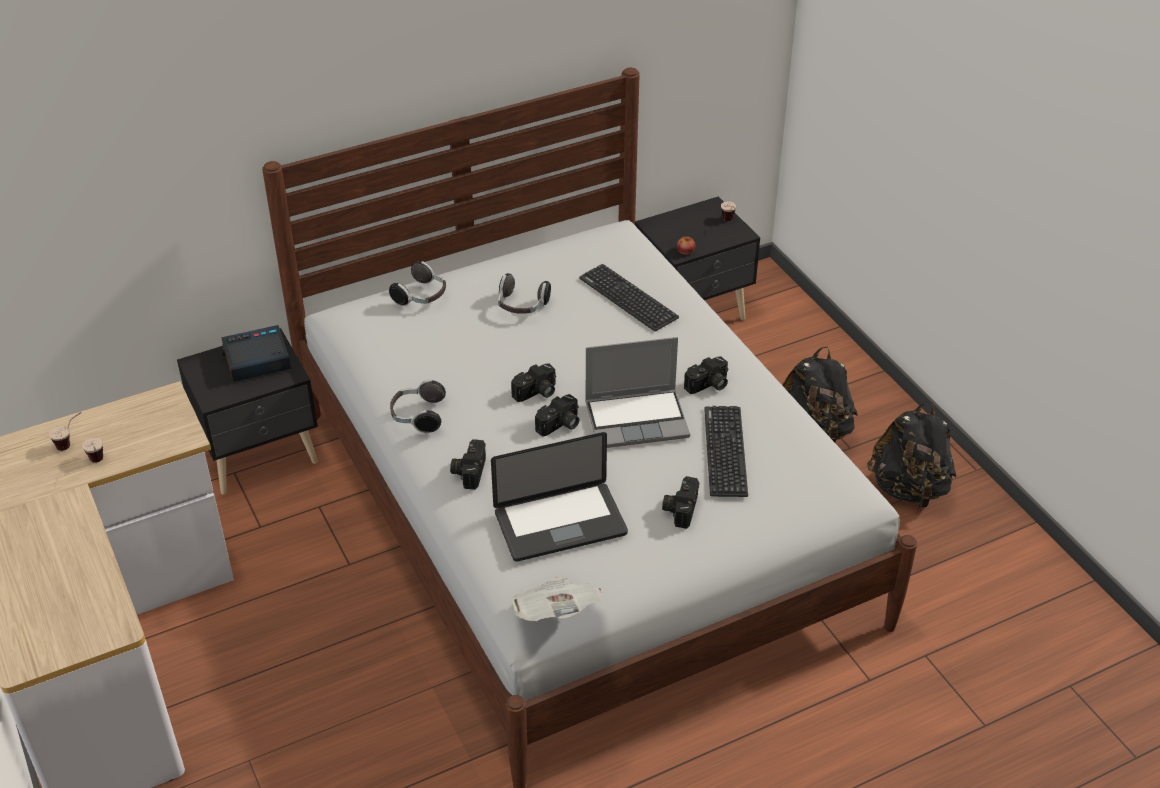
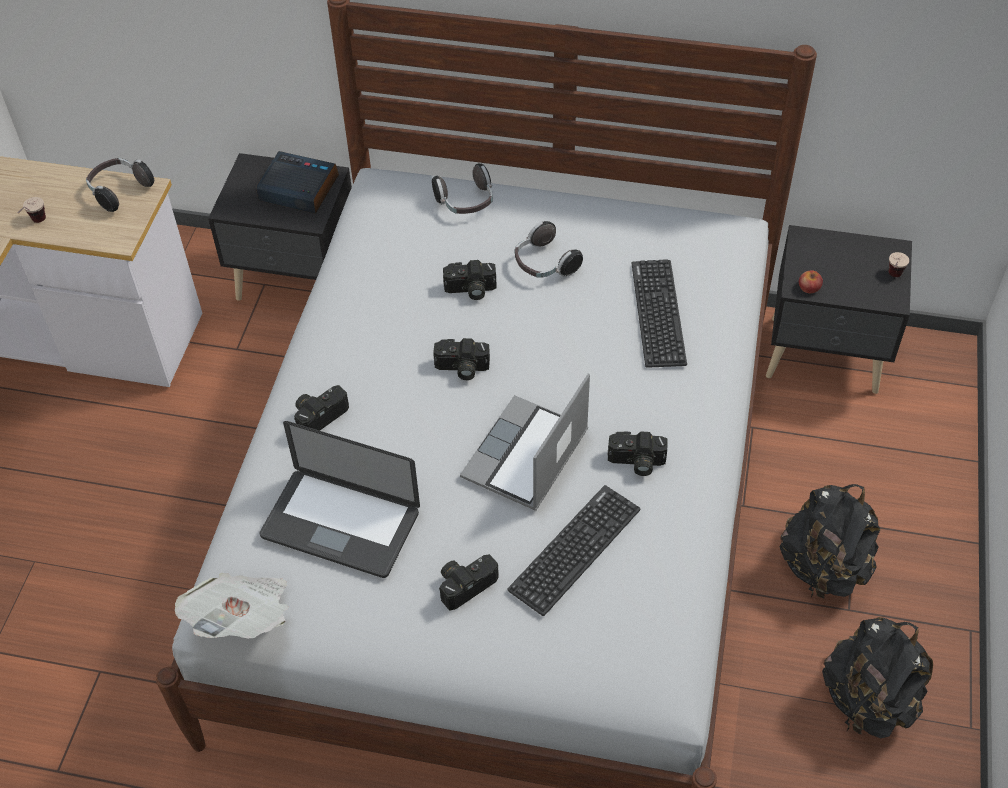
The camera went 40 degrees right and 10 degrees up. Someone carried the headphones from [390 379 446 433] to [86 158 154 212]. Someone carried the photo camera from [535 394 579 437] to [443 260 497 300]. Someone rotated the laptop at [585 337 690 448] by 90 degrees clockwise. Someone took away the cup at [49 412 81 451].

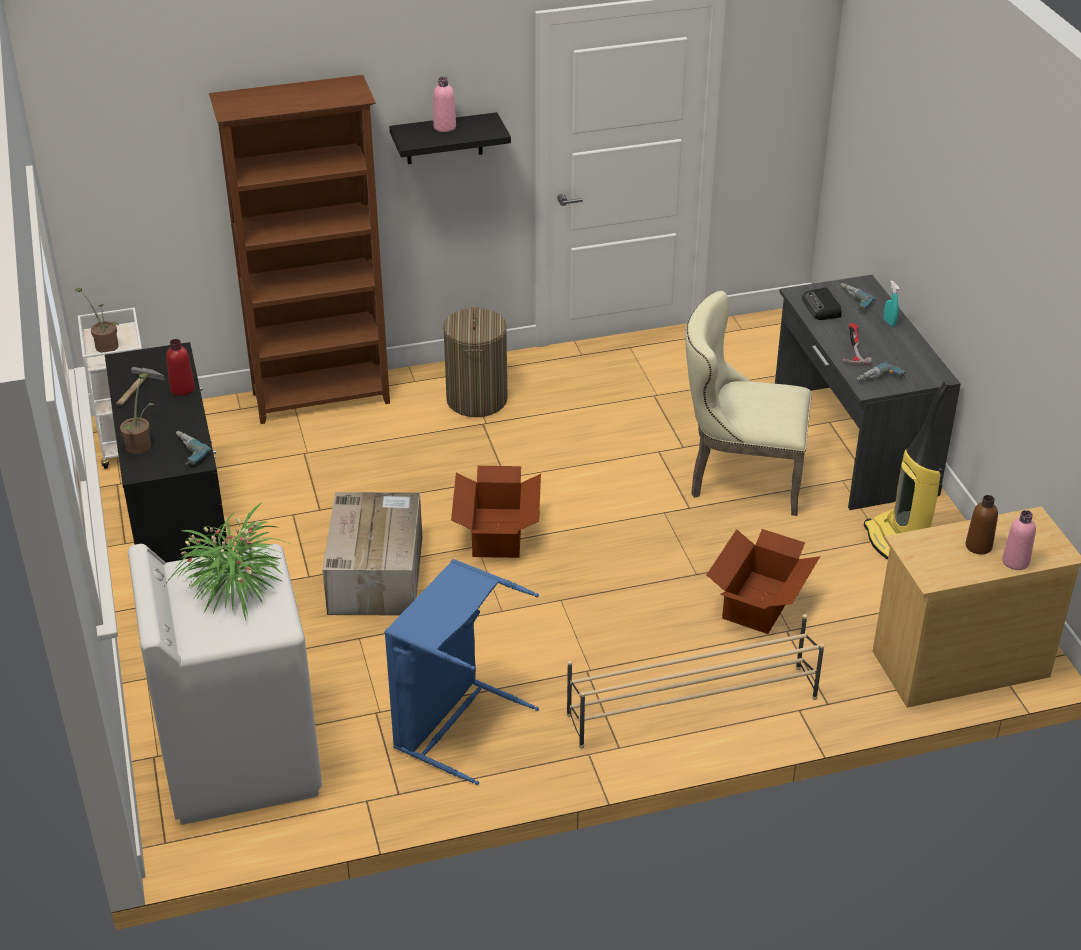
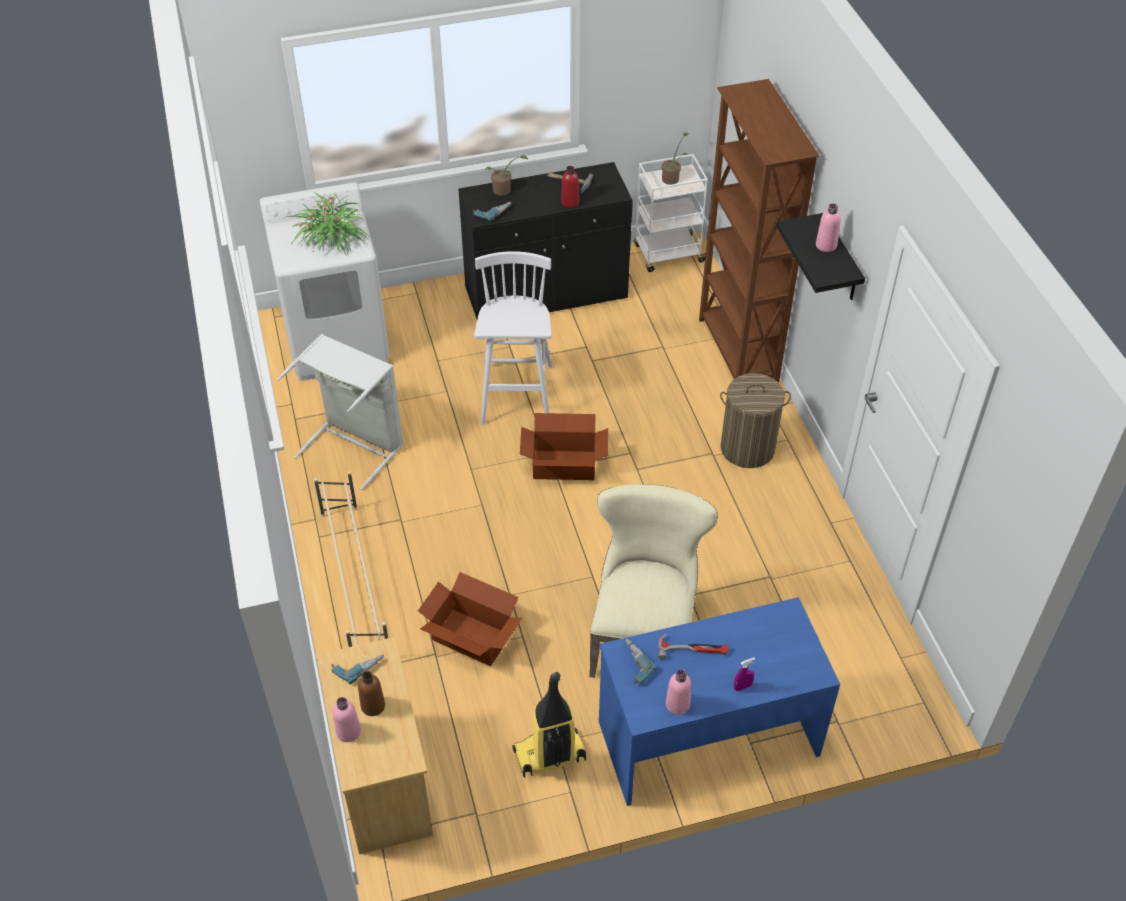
The camera went 90 degrees right and 10 degrees up. Someone repainted the blue laundry basket at [384 559 539 785], which became the grey laundry basket at [277 334 403 490]. Someone carried the power drill from [840 283 876 310] to [332 654 384 684]. Someone swapped the cardboard box at [322 492 422 615] for the white stool at [474 251 552 425]. Someone repainted the grey desk at [775 275 961 510], which became the blue desk at [599 597 840 806]. Someone put down the pink bottle at [666 670 691 715]. Someone repainted the turquoise spray bottle at [884 280 899 327], which became the purple spray bottle at [734 657 755 691]. Someone took away the radio at [802 287 841 320].

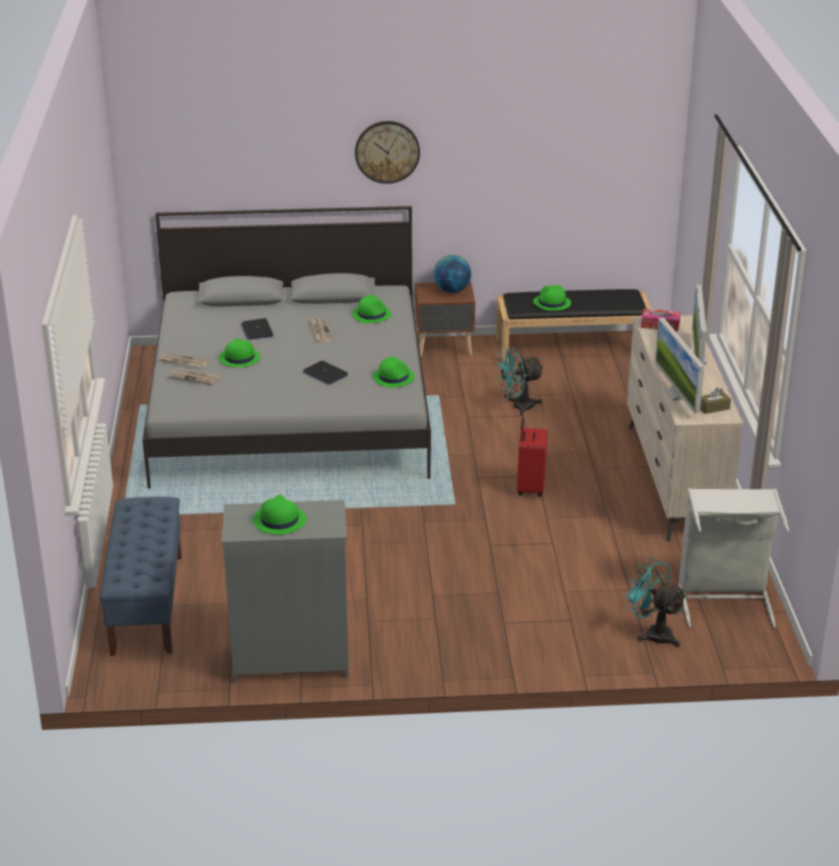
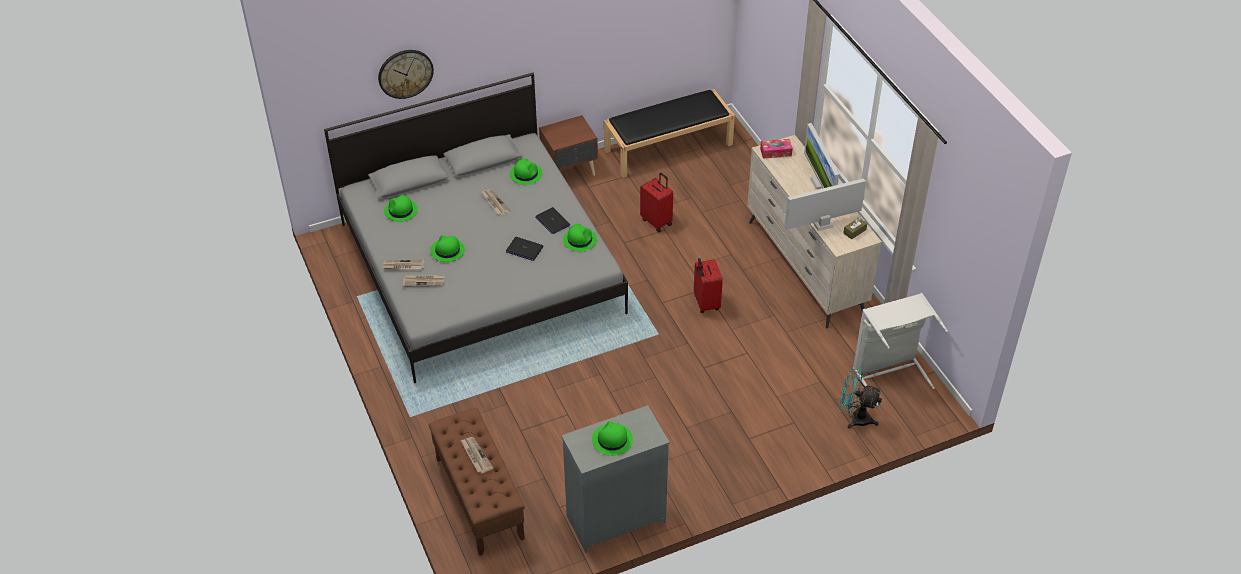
The camera went 20 degrees left and 15 degrees up. Someone carried the wall clock from [355 121 420 184] to [378 50 434 99]. Someone carried the green hat from [533 285 571 311] to [384 195 418 222]. Someone repainted the blue bench at [100 497 182 656], which became the brown bench at [429 408 525 556]. Someone put down the newspaper at [461 437 493 474]. Someone carried the laptop from [241 318 273 340] to [535 207 570 234]. Someone swapped the turquoise fan at [495 348 544 416] for the red suitcase at [640 172 673 232]. Someone rotated the monitor at [655 317 705 413] by 105 degrees clockwise. Someone took away the globe at [433 255 471 293].

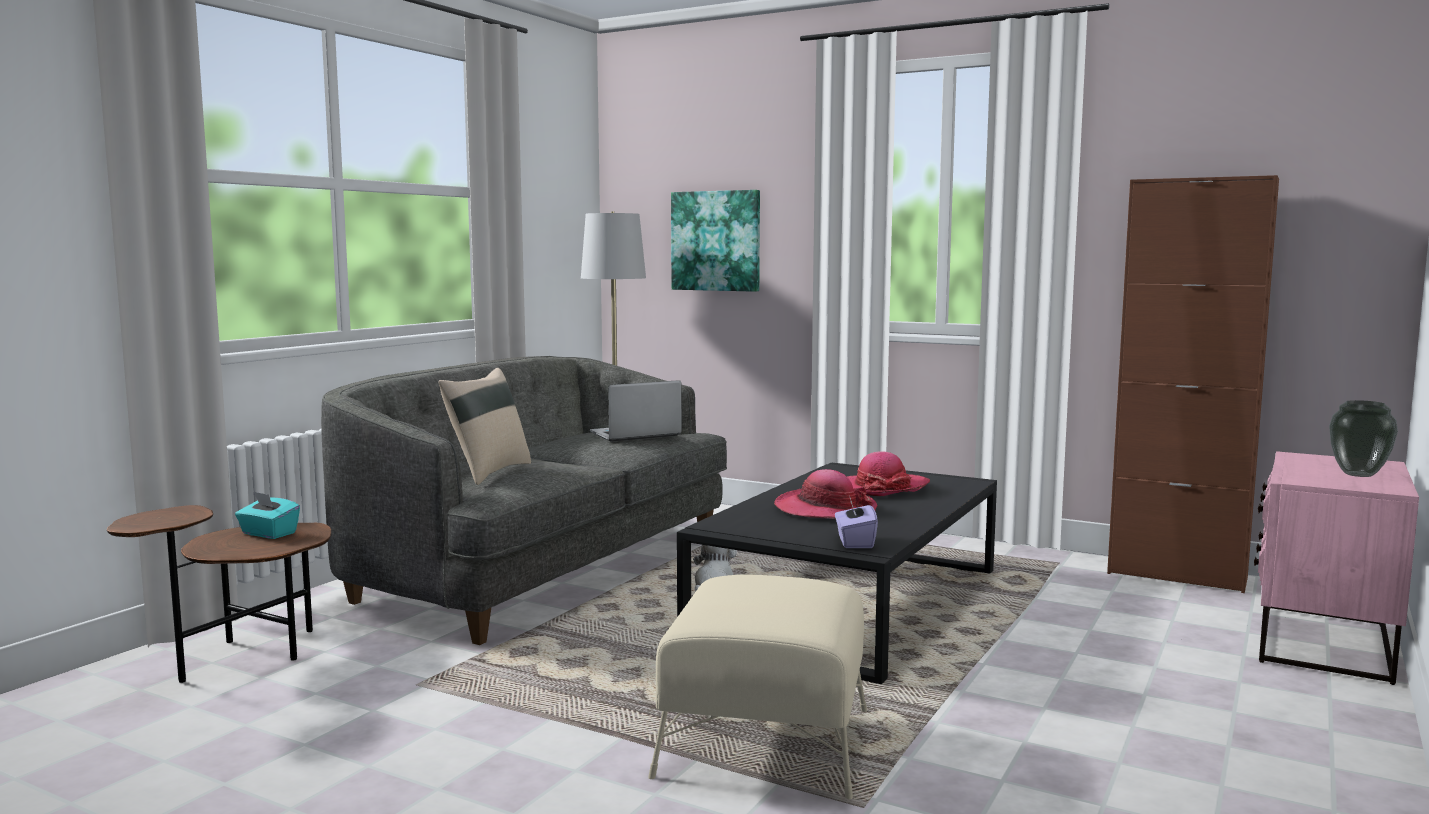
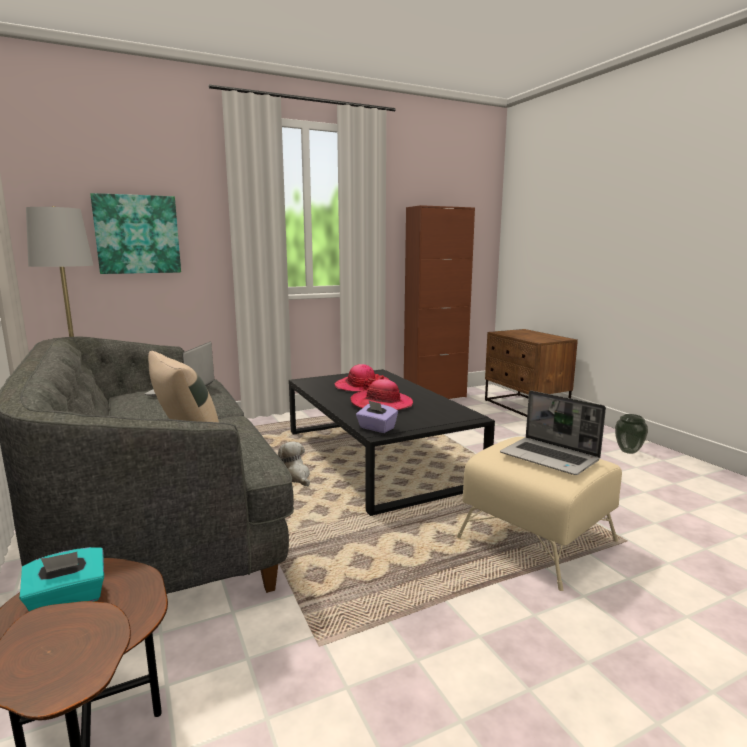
The camera went 55 degrees left and 5 degrees up. Someone carried the purple tissue box from [835 495 878 548] to [356 400 398 433]. Someone repainted the pink nightstand at [1254 451 1419 685], which became the brown nightstand at [485 329 578 417]. Someone put down the laptop at [500 391 606 475]. Someone carried the vase from [1329 400 1398 477] to [615 414 648 454].

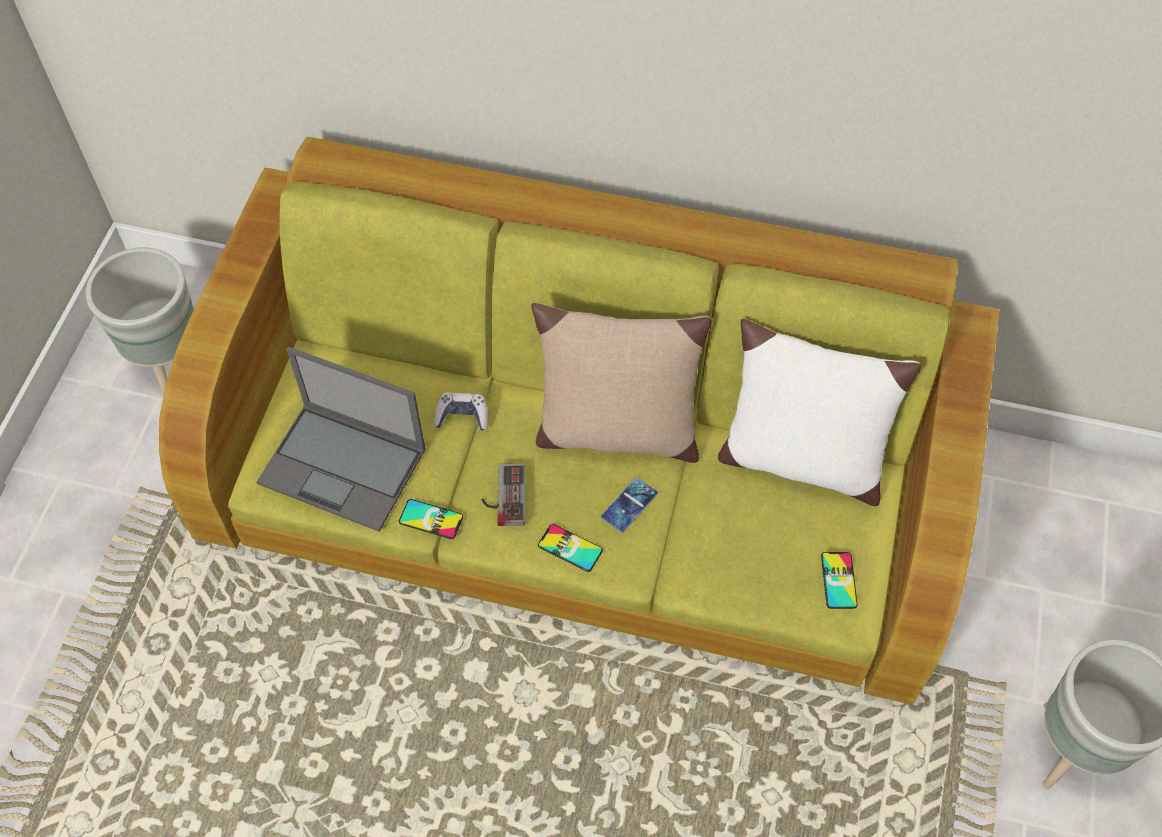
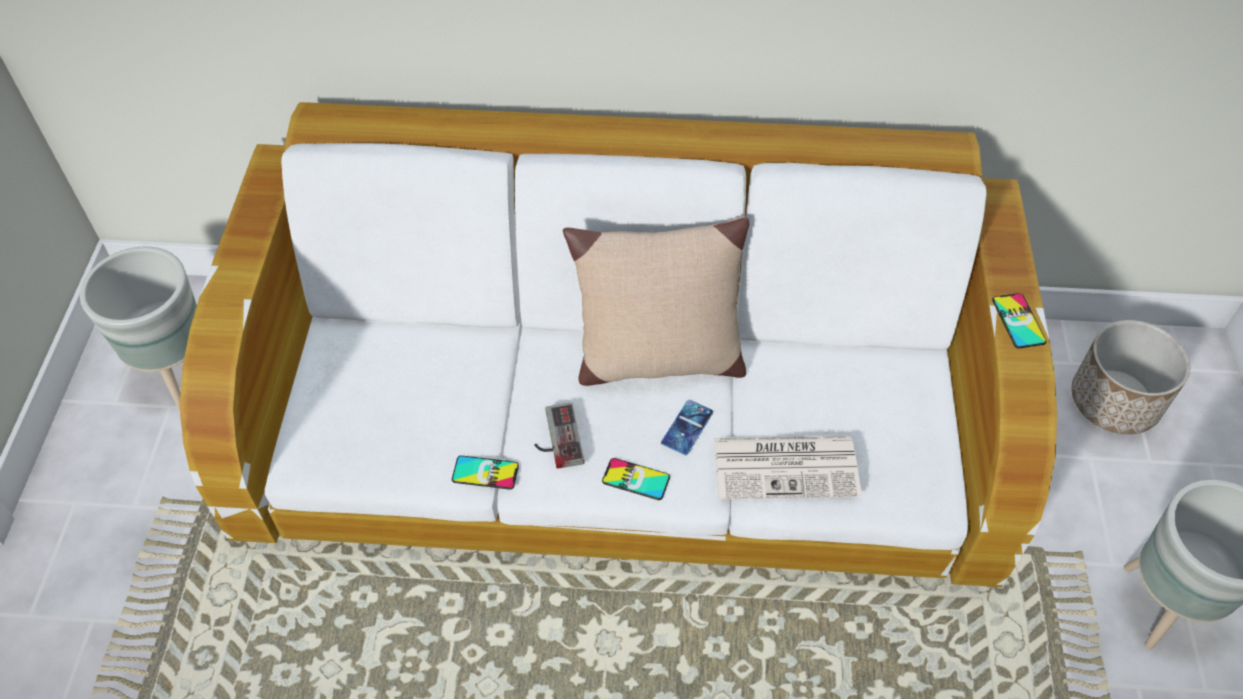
The camera went 10 degrees left and 5 degrees down. Someone repainted the green sofa at [159 137 999 705], which became the white sofa at [179 102 1057 587]. Someone put down the newspaper at [714 436 861 499]. Someone carried the phone from [821 552 858 609] to [992 293 1046 349]. Someone put down the planter at [1071 320 1190 435]. Someone took away the laptop at [256 346 426 532]. Someone took away the game controller at [434 392 488 431]. Someone took away the white pillow at [718 319 921 506].

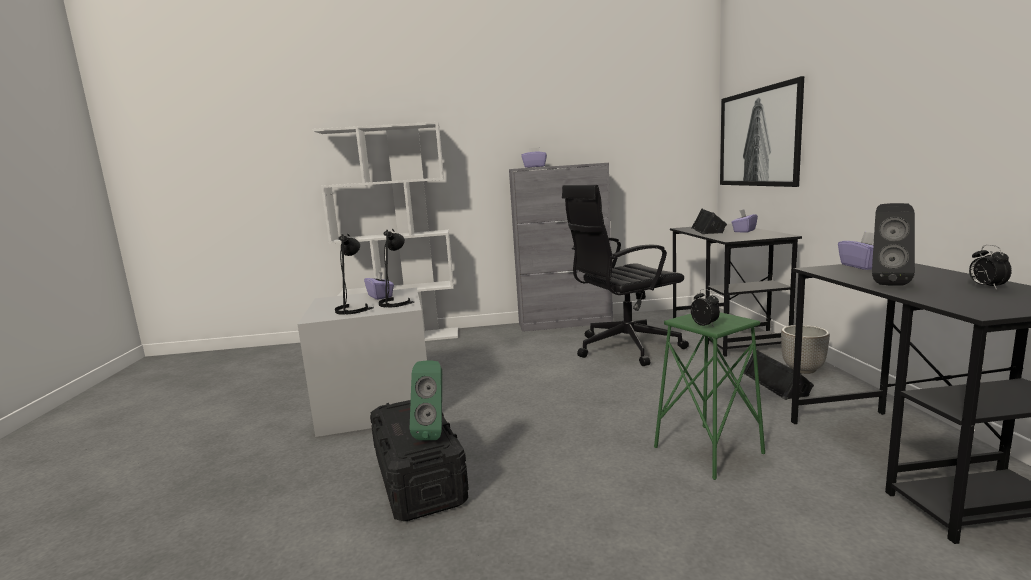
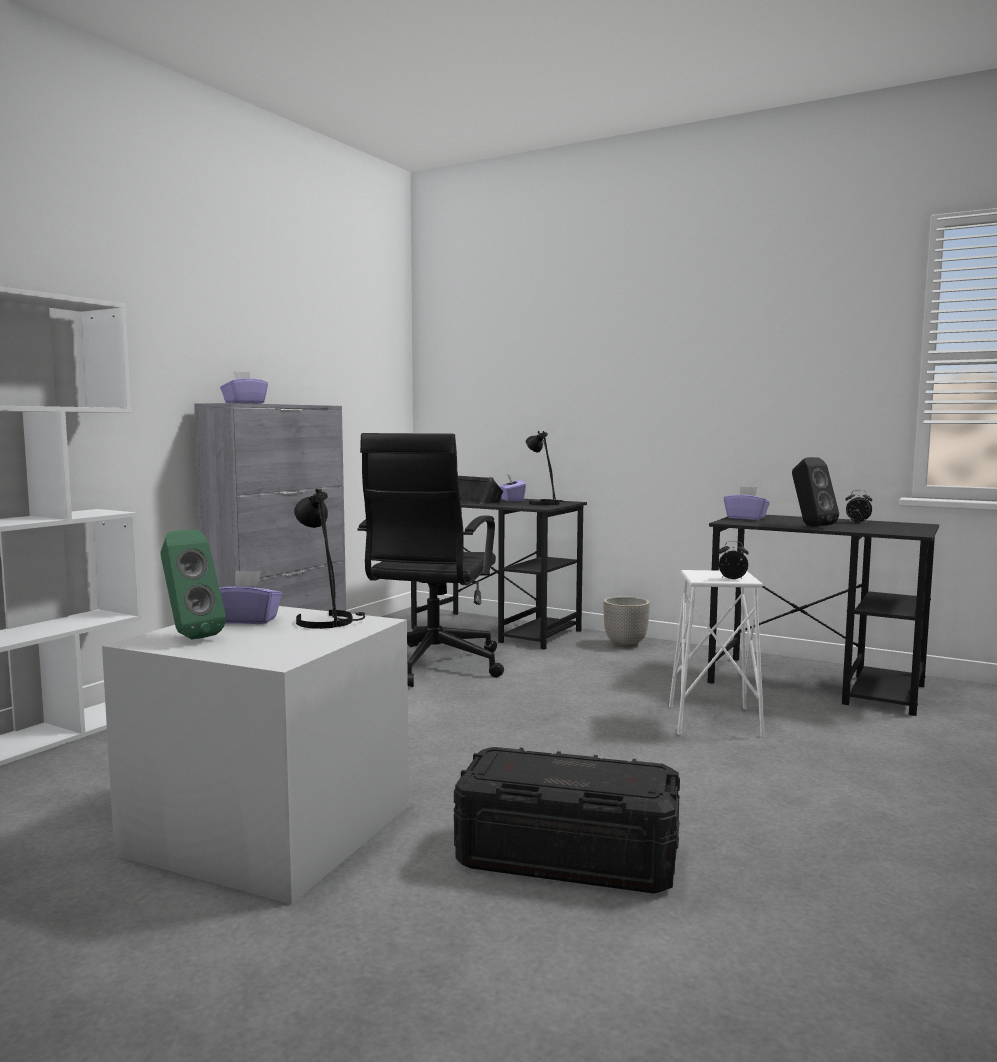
The camera went 55 degrees left and 5 degrees down. Someone carried the green speaker from [410 360 442 440] to [160 530 226 639]. Someone carried the black table lamp from [335 233 374 315] to [526 431 565 505]. Someone repainted the green stool at [654 312 765 480], which became the white stool at [669 570 765 737]. Someone took away the picture at [720 76 804 187]. Someone took away the black speaker at [743 349 814 400].

